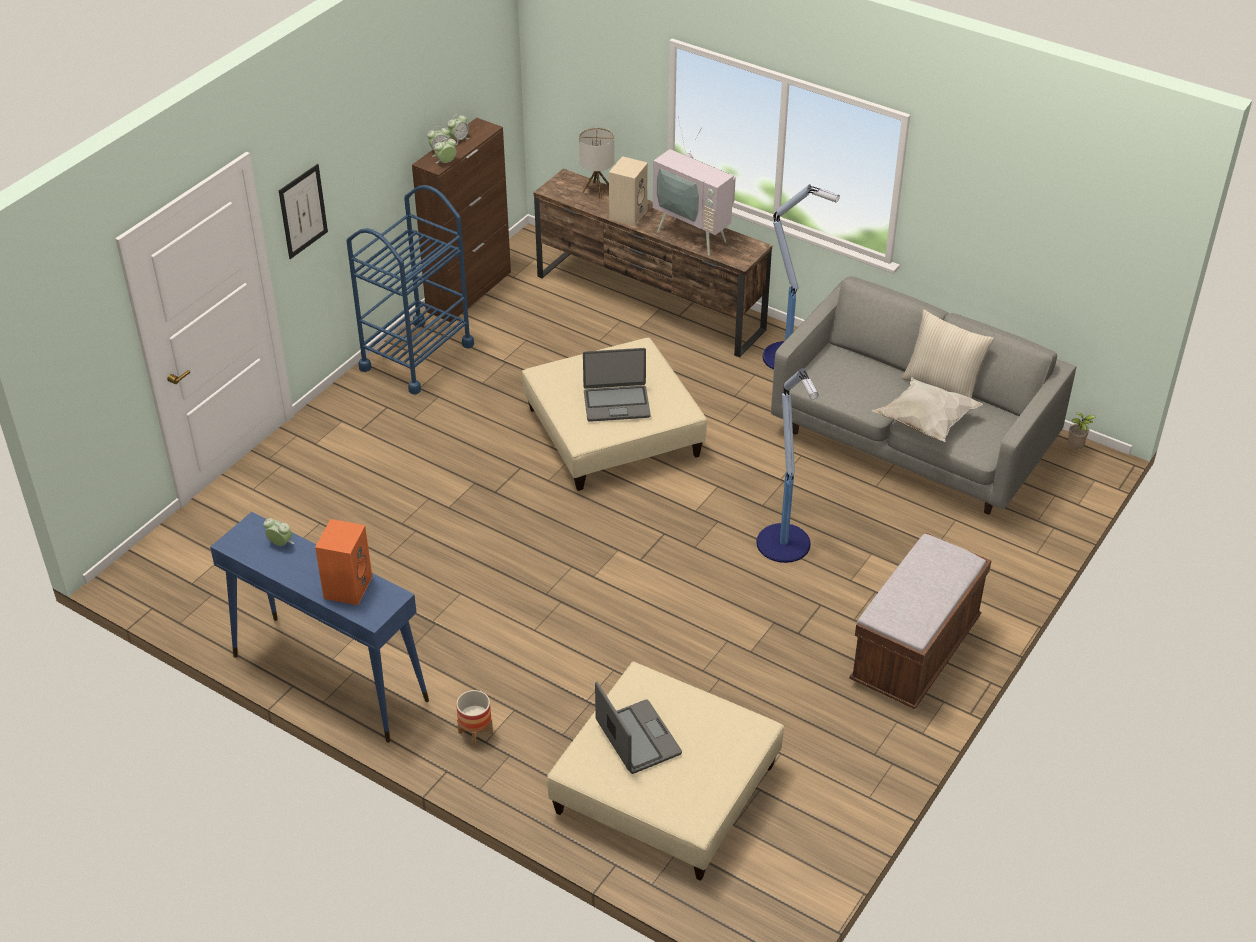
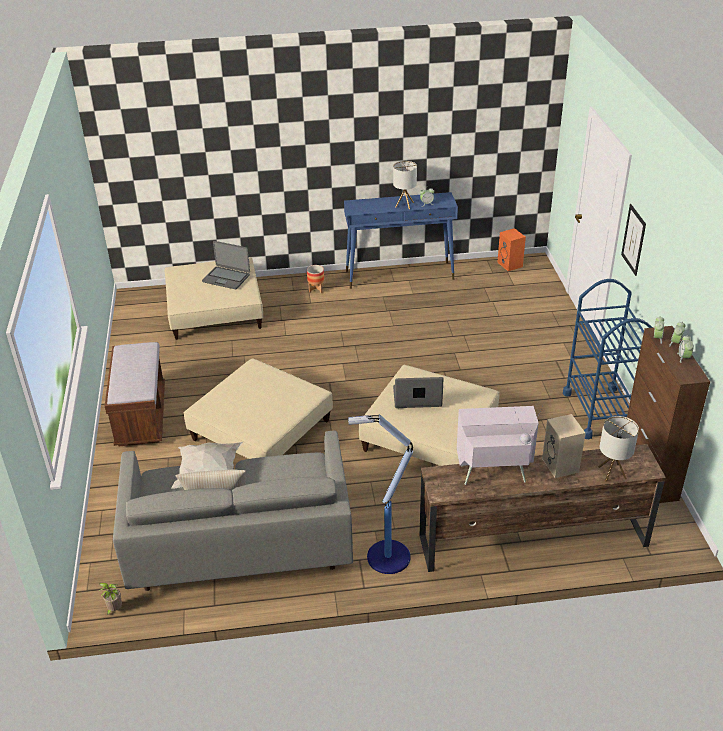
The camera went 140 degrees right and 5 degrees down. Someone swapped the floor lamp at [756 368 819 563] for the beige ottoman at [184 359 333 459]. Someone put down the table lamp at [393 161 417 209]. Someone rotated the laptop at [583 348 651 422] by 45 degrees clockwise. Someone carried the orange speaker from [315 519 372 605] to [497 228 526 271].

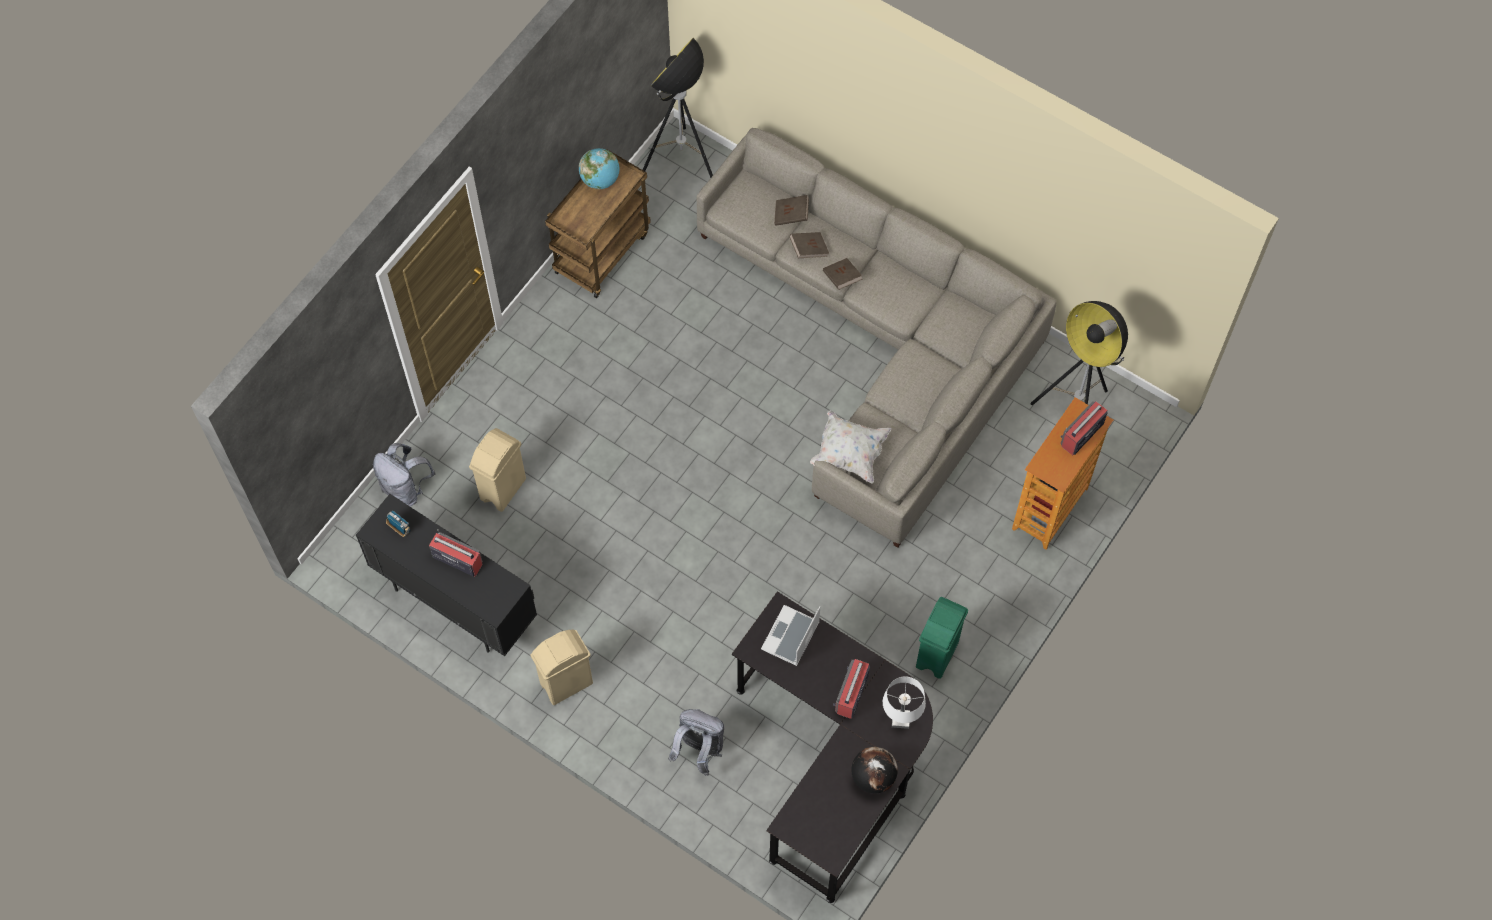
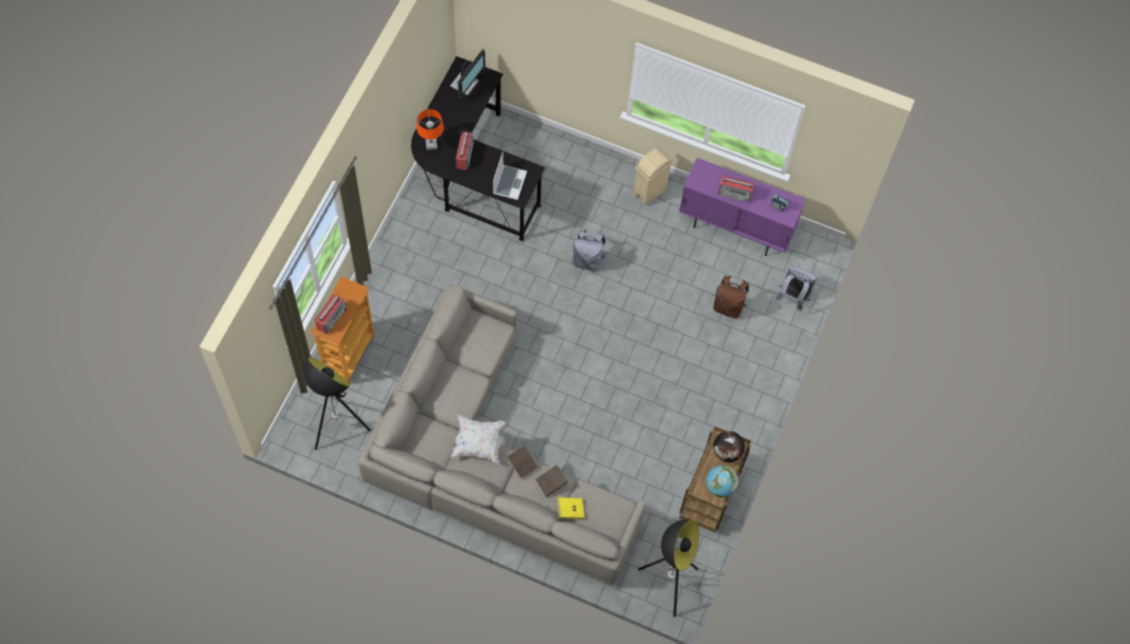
The camera went 165 degrees right and 0 degrees up. Someone repainted the white table lamp at [883 676 926 729], which became the orange table lamp at [417 109 444 150]. Someone put down the monitor at [450 49 485 98]. Someone carried the white pillow from [810 411 891 483] to [451 414 505 464]. Someone repainted the brown book at [774 195 809 226], which became the yellow book at [557 497 585 519]. Someone carried the grey backpack from [668 709 724 776] to [573 230 606 271]. Someone repainted the black cabinet at [356 494 537 656], which became the purple cabinet at [679 158 806 256]. Someone swapped the beige trash can at [469 428 526 512] for the brown backpack at [713 276 749 318]. Someone carried the globe from [851 747 898 793] to [713 431 745 462]. Someone took away the green trash can at [916 597 968 679].

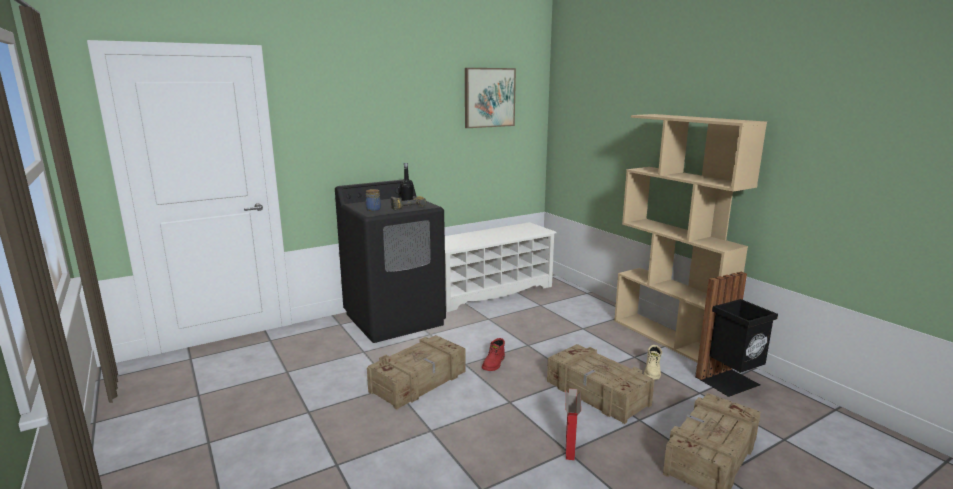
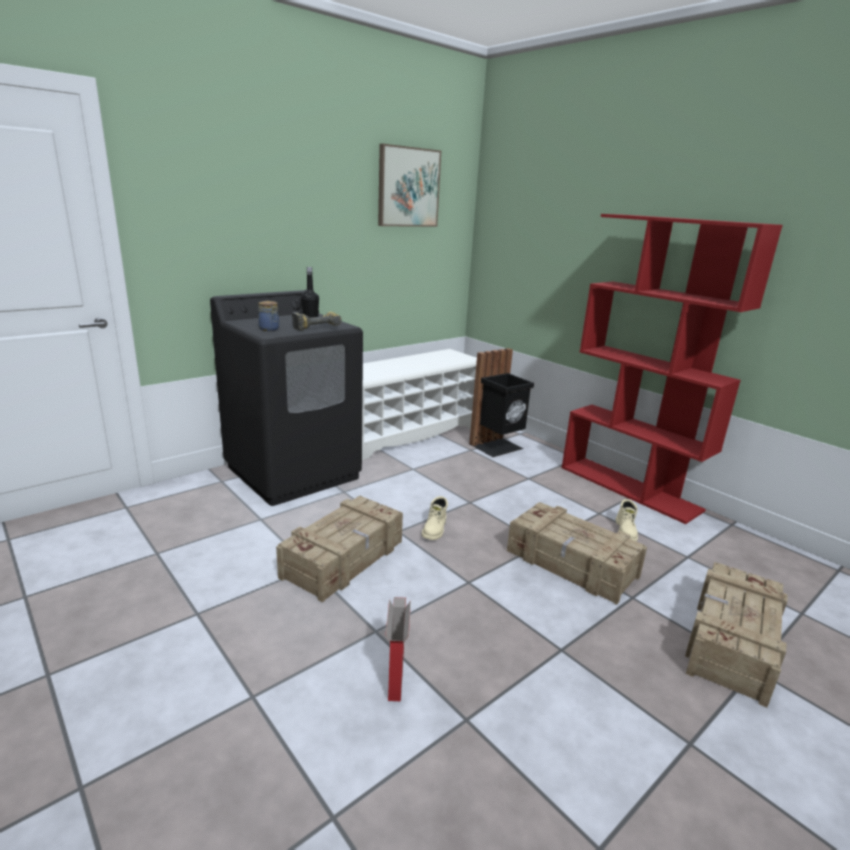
The camera went 10 degrees left and 5 degrees up. Someone carried the cardboard box from [565 388 581 460] to [386 597 411 701]. Someone repainted the red boot at [482 338 505 371], which became the beige boot at [422 496 448 540]. Someone carried the black trash can from [695 272 778 397] to [469 348 534 457]. Someone repainted the beige bookcase at [614 114 767 363], which became the red bookcase at [562 214 783 524].

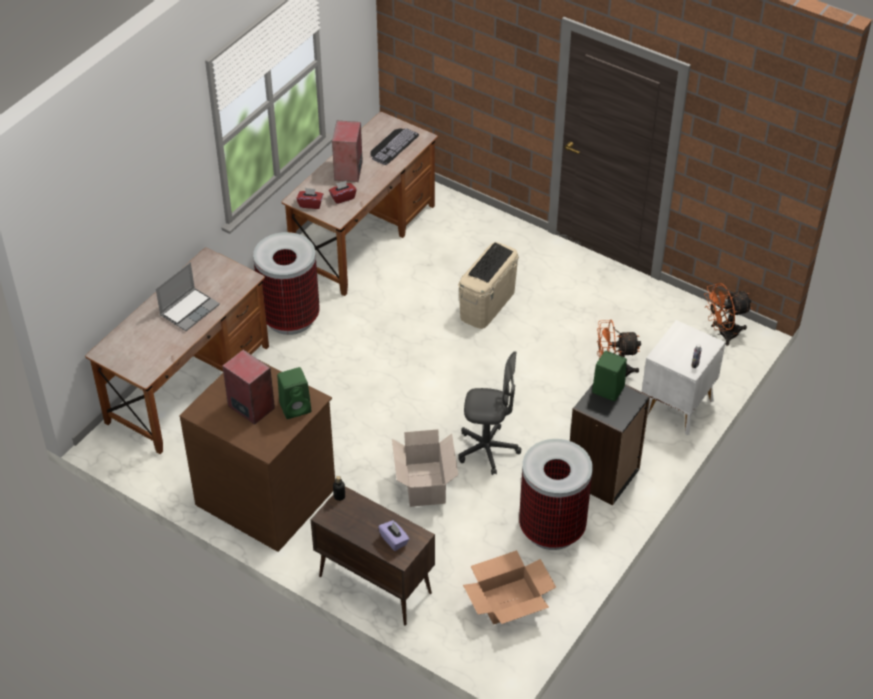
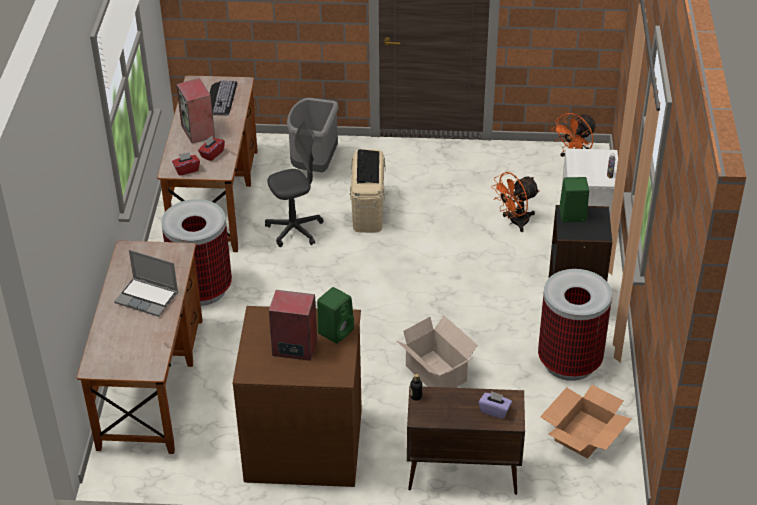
The camera went 30 degrees left and 5 degrees down. Someone rotated the laptop at [156 262 220 331] by 105 degrees clockwise. Someone carried the grey office chair from [458 351 521 475] to [265 121 324 247]. Someone put down the grey trash can at [287 98 339 172].

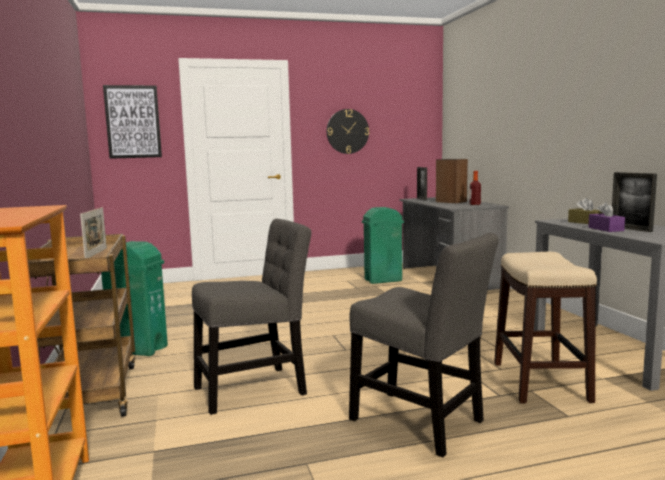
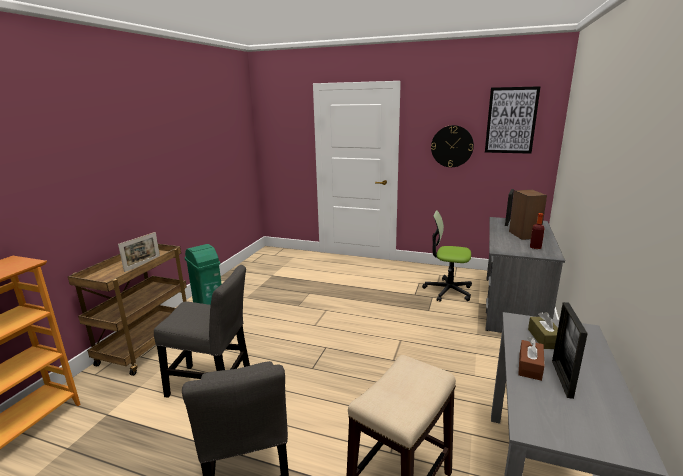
The camera went 35 degrees right and 10 degrees up. Someone swapped the green trash can at [362 207 404 284] for the office chair at [422 210 472 302]. Someone carried the picture from [103 85 162 159] to [485 86 541 154]. Someone repainted the purple tissue box at [588 202 625 232], which became the brown tissue box at [518 337 544 381].

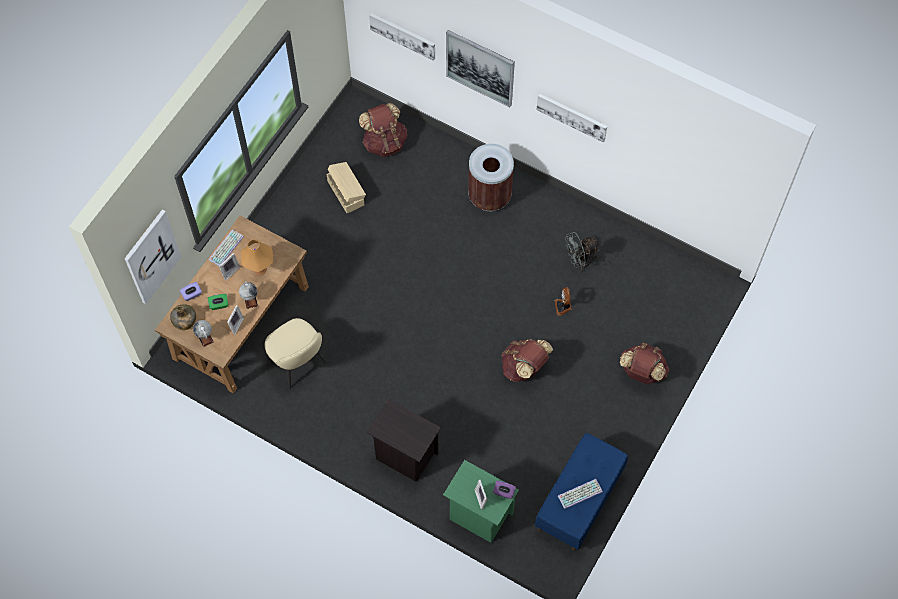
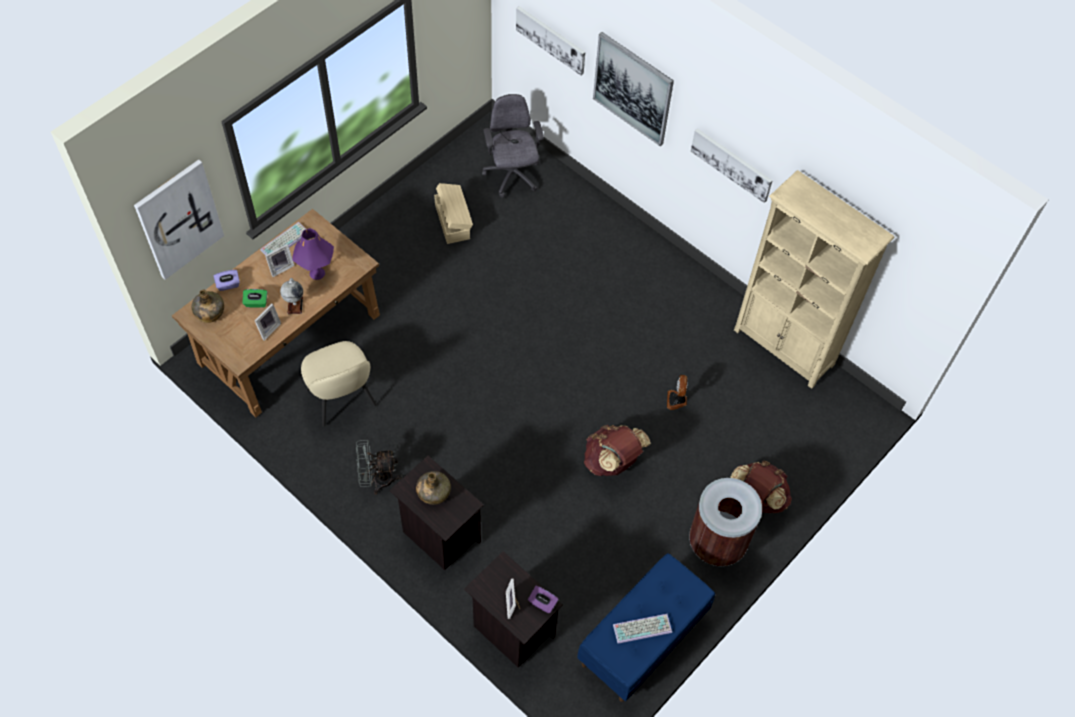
The camera went 10 degrees right and 5 degrees down. Someone repainted the orange table lamp at [241 239 273 275], which became the purple table lamp at [292 228 334 280]. Someone carried the grey fan from [565 232 599 273] to [356 440 402 495]. Someone put down the green bottle at [416 471 451 505]. Someone repainted the green nightstand at [443 460 519 543], which became the black nightstand at [464 551 563 667]. Someone swapped the brown backpack at [359 103 407 157] for the grey office chair at [482 94 544 198]. Someone carried the brown trash can from [468 144 514 211] to [689 478 762 566]. Someone put down the beige bookcase at [734 170 895 389]. Someone took away the globe at [193 320 214 347].

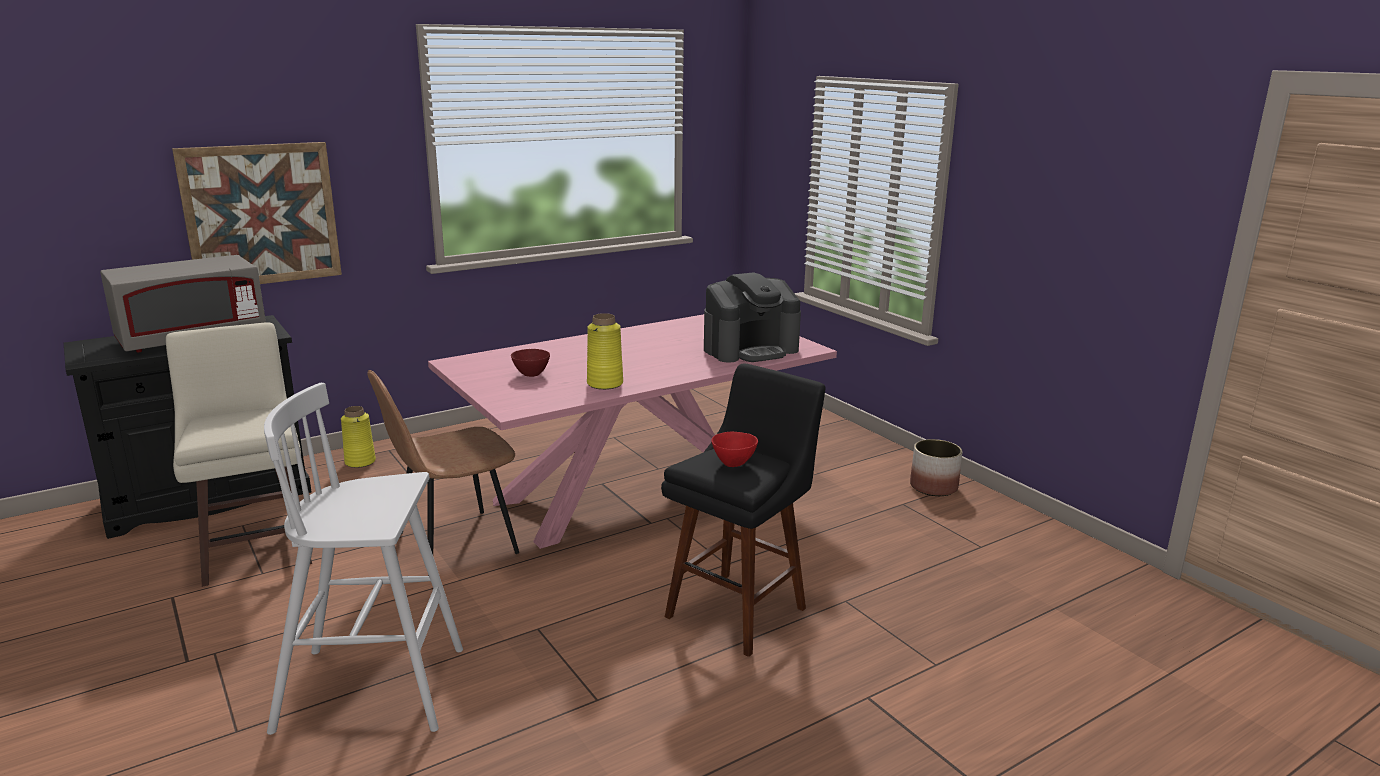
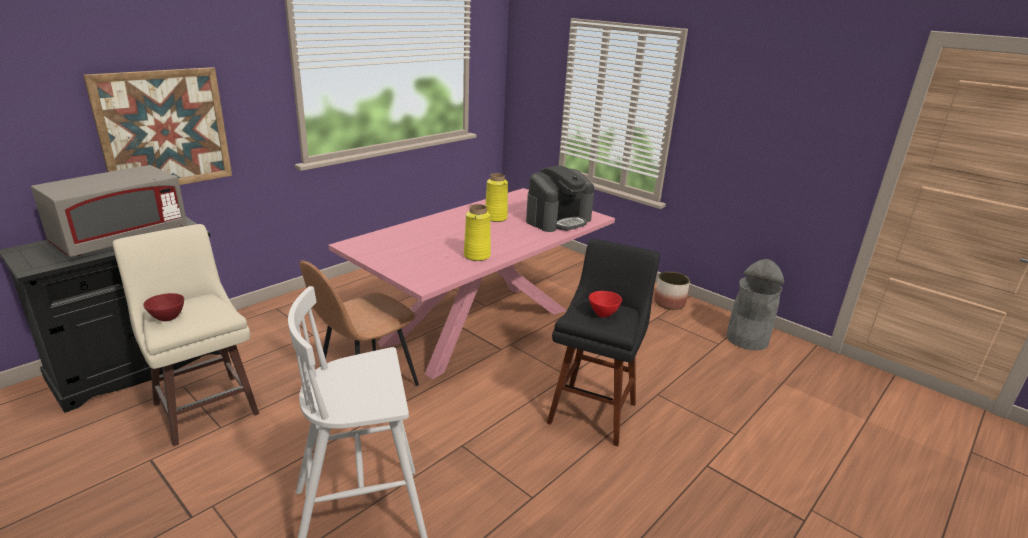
The camera went 15 degrees left and 5 degrees up. Someone carried the red bowl from [511 349 550 377] to [143 293 184 321]. Someone carried the yellow vase from [341 406 376 468] to [485 173 508 222]. Someone put down the grey trash can at [727 259 784 350].

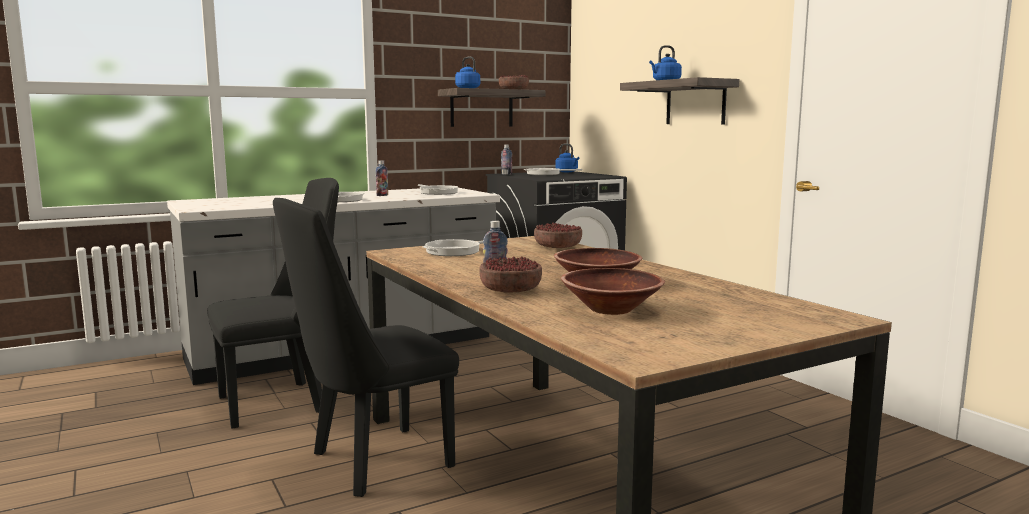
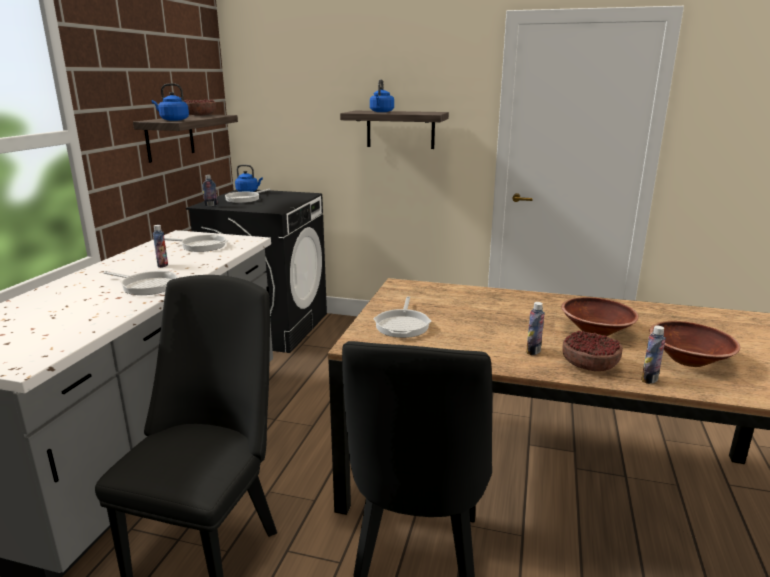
The camera went 45 degrees left and 10 degrees up. Someone put down the bottle at [641 326 666 384]. Someone took away the bowl at [534 223 582 248].

